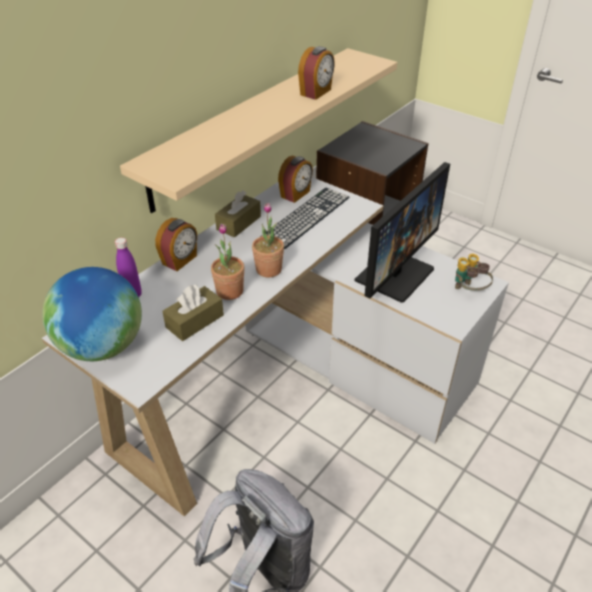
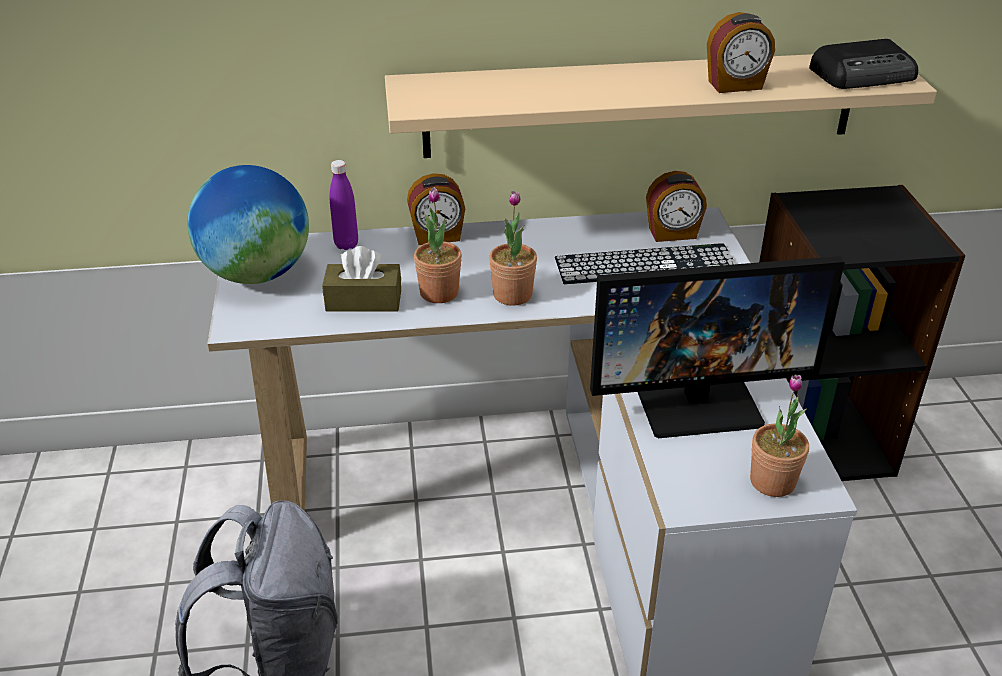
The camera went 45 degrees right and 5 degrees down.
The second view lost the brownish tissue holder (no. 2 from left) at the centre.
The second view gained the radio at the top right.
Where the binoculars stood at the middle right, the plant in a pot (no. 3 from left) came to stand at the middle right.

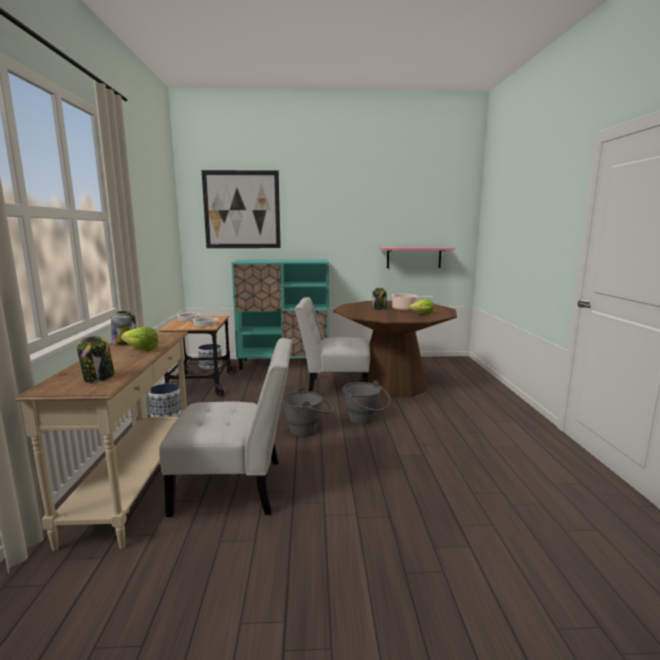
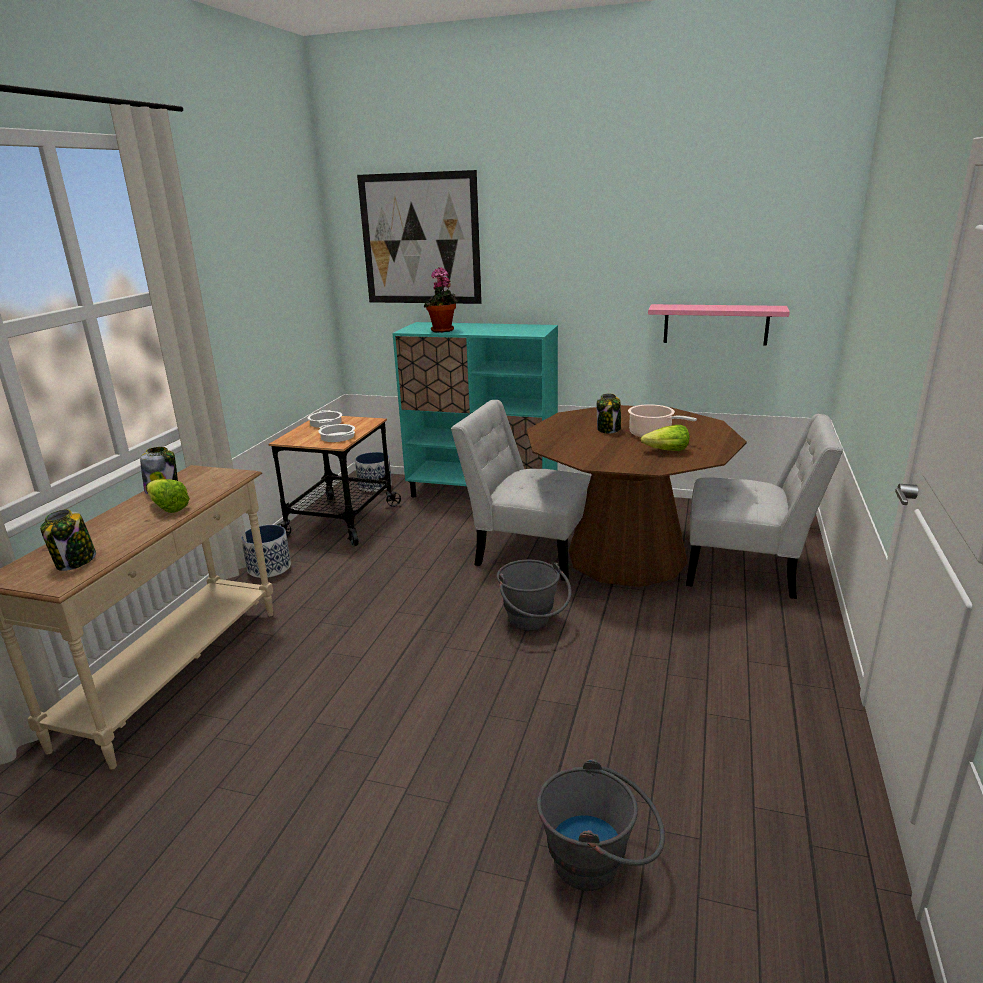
The camera went 20 degrees right and 10 degrees up.
The second view gained the plant in a pot at the top centre.
The white-coloured upright chair (no. 1 from left in the first image) ended up elsewhere, having gone from the centre to the middle right.
The grey pail (no. 1 from left in the first image) ended up elsewhere, having gone from the centre to the bottom centre.

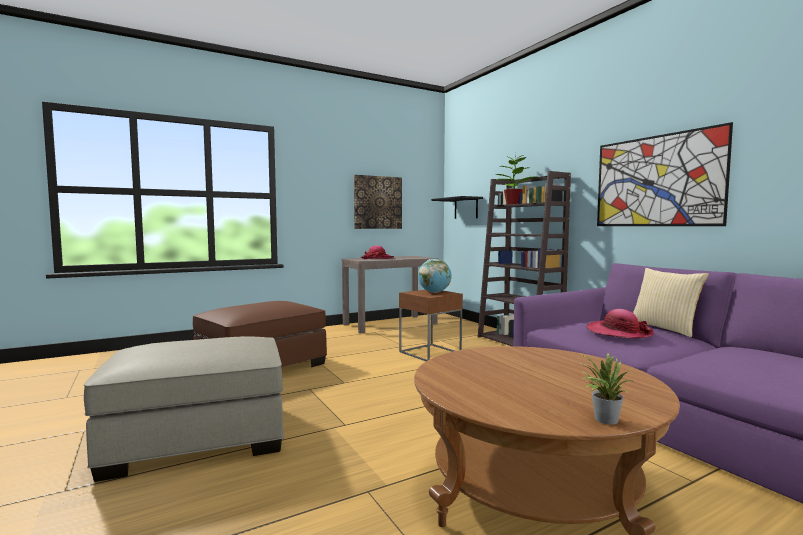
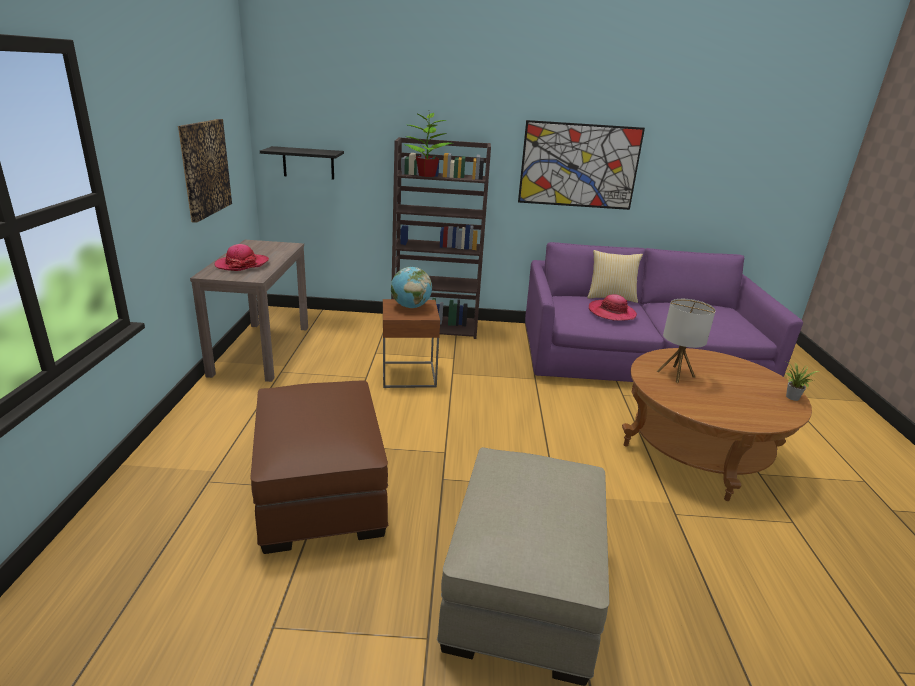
The camera went 60 degrees left and 20 degrees up.
The second view gained the tabletop lamp at the middle right.

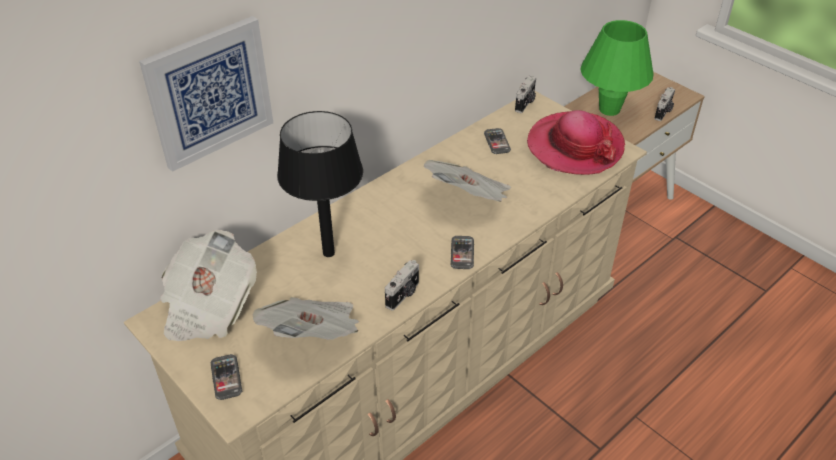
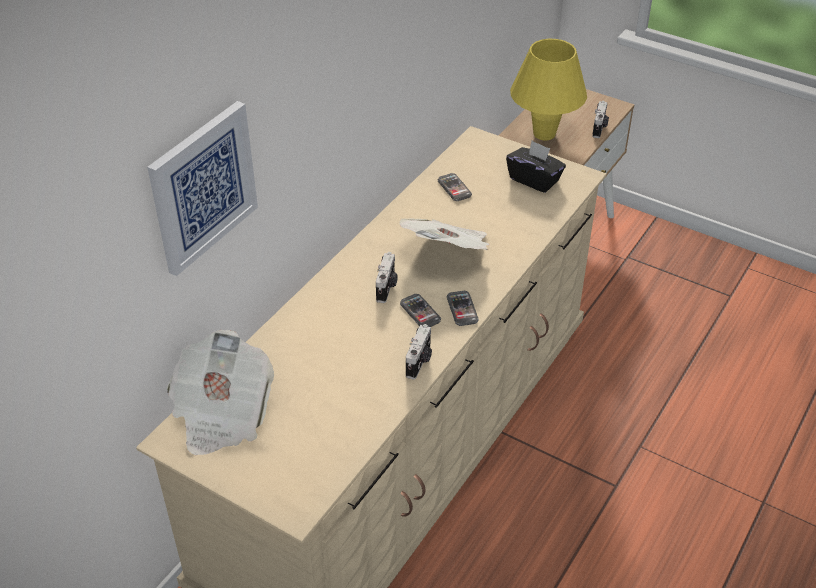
The camera went 15 degrees left and 0 degrees up.
The second view lost the daily paper (no. 2 from left) at the bottom centre.
The second view lost the black-coloured tabletop lamp at the centre.
The handset (no. 1 from left) ended up elsewhere, having gone from the bottom left to the centre.
The photo camera (no. 2 from left in the first image) ended up elsewhere, having gone from the top centre to the centre.
Where the clothing hat stood at the top right, the black-coloured tissue holder came to stand at the top centre.
What was the greenish tabletop lamp at the top right turned into the yellow tabletop lamp at the top right.

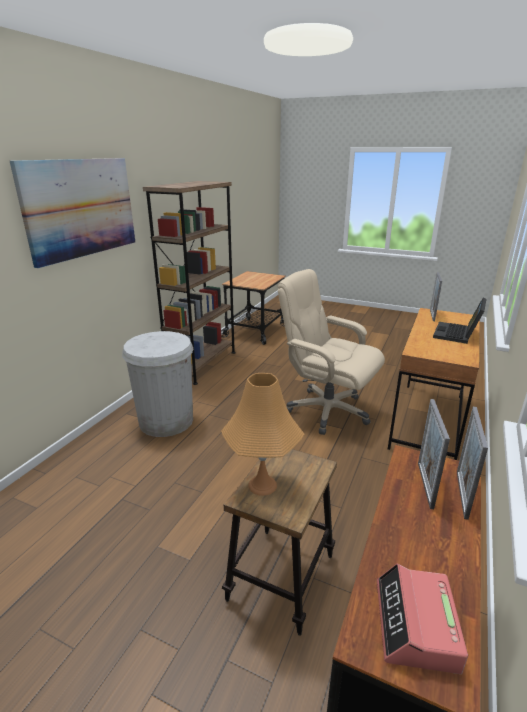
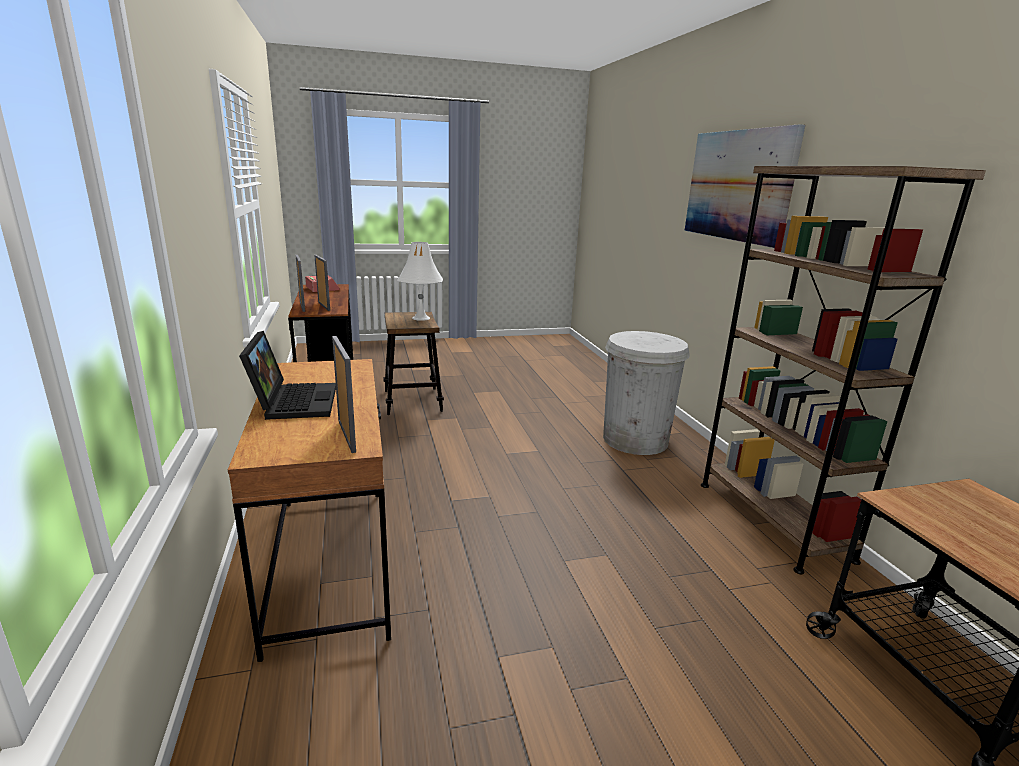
The camera went 140 degrees right and 5 degrees down.
The second view lost the beige desk chair at the centre.
What was the orange-coloured tabletop lamp at the centre turned into the white-coloured tabletop lamp at the centre.

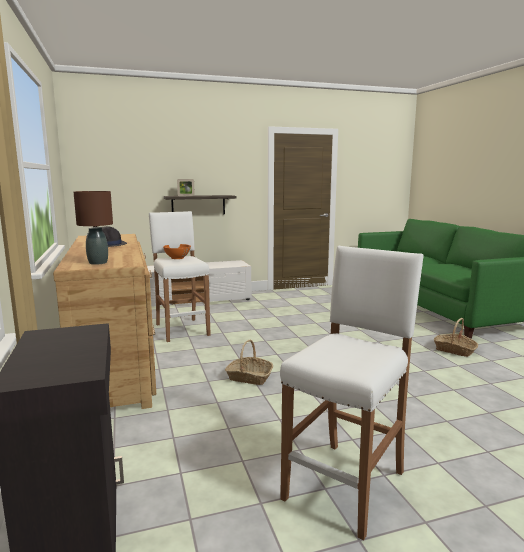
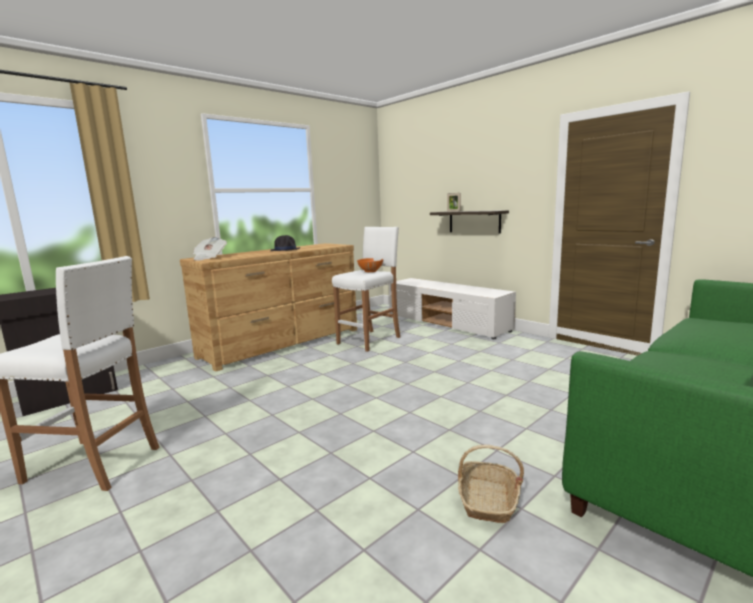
The camera went 65 degrees right and 0 degrees up.
The second view lost the storage basket (no. 1 from left) at the centre.
Where the brownish tabletop lamp stood at the middle left, the daily paper came to stand at the middle left.

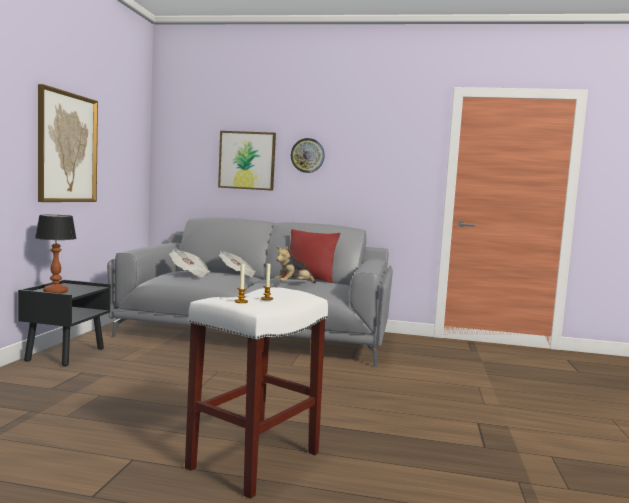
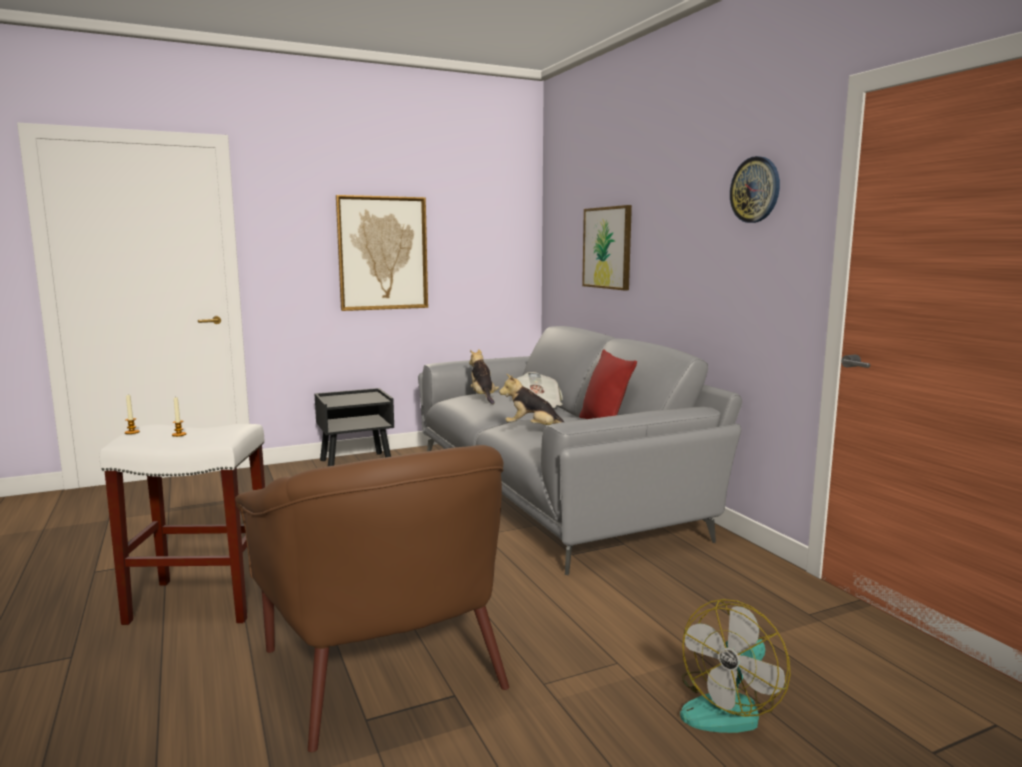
The camera went 55 degrees right and 5 degrees up.
The second view lost the tabletop lamp at the middle left.
The second view gained the brownish lounge chair at the bottom centre.
The second view gained the cooling fan at the bottom right.
The hanging clock ended up elsewhere, having gone from the top centre to the top right.
Where the daily paper (no. 1 from left) stood at the middle left, the soft toy (no. 1 from left) came to stand at the centre.

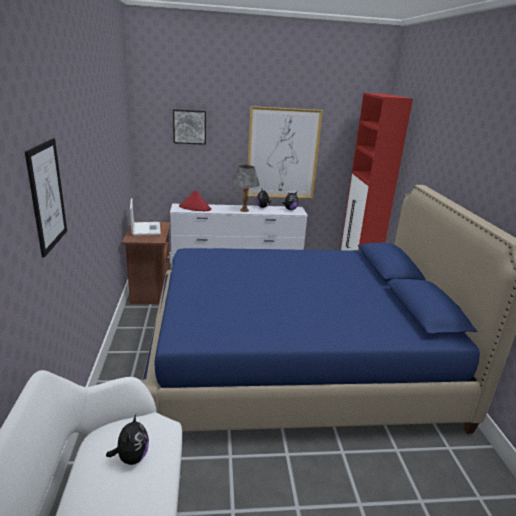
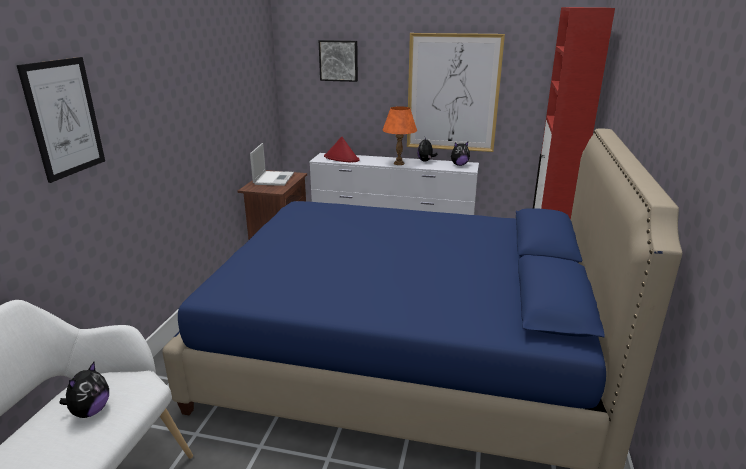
The camera went 20 degrees right and 0 degrees up.
What was the grey tabletop lamp at the centre turned into the orange-coloured tabletop lamp at the top centre.

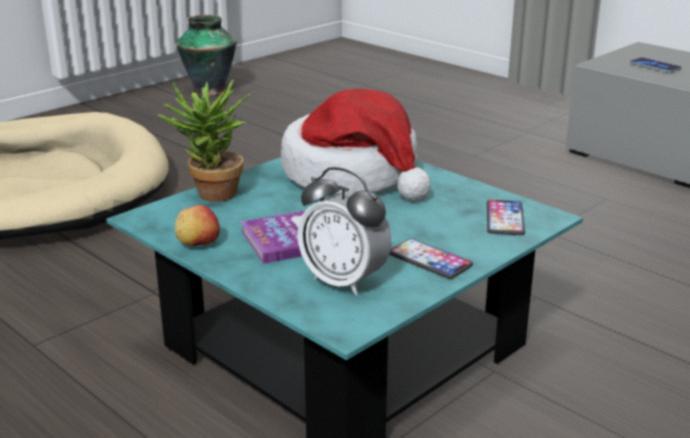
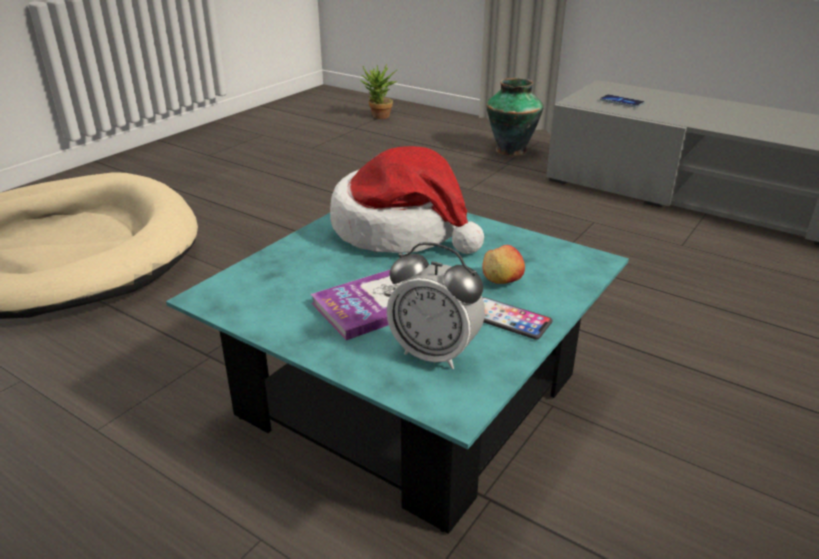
The camera went 10 degrees left and 5 degrees up.
The second view lost the handset (no. 2 from left) at the middle right.
The plant in a pot ended up elsewhere, having gone from the top left to the top centre.
The apple ended up elsewhere, having gone from the middle left to the centre.
The decorative vase ended up elsewhere, having gone from the top left to the top centre.

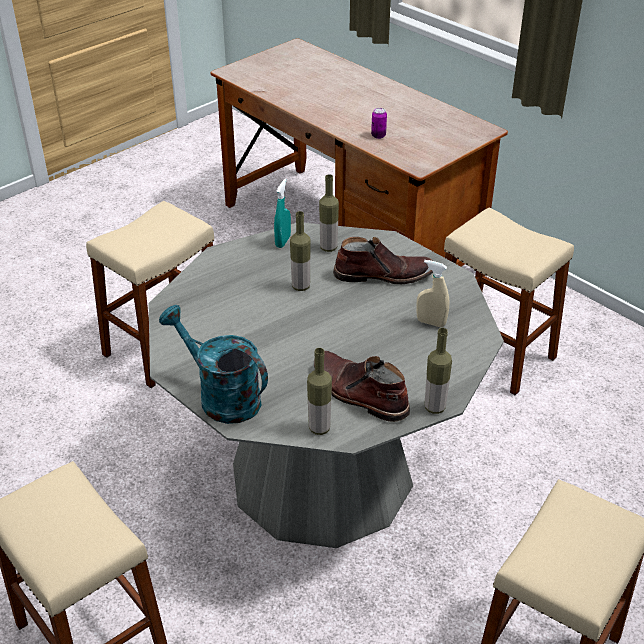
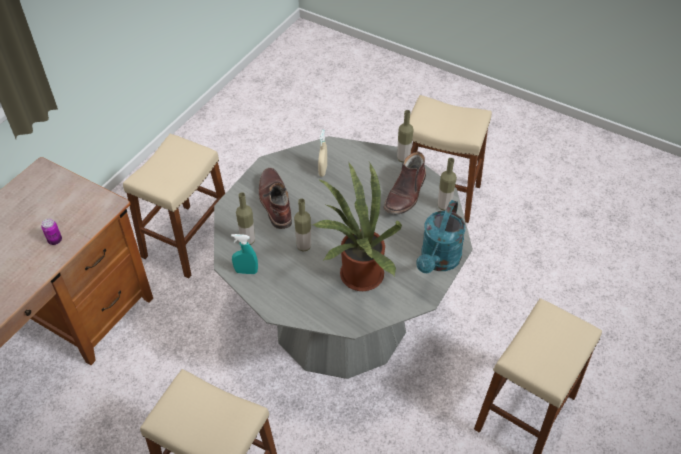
The camera went 105 degrees left and 10 degrees up.
The second view gained the plant in a pot at the centre.

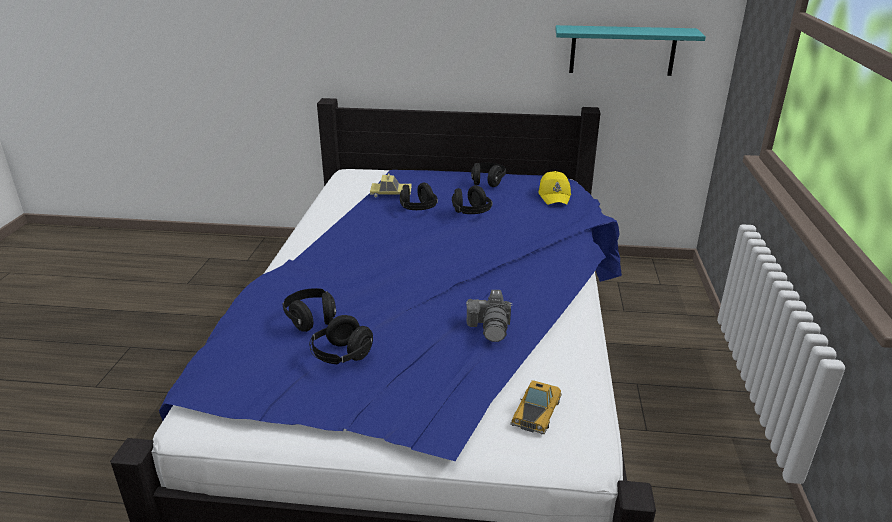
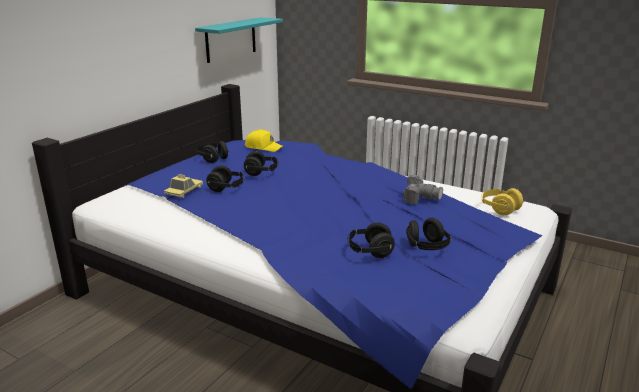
The camera went 65 degrees left and 5 degrees down.
Where the toy car (no. 2 from left) stood at the bottom centre, the yellow headset came to stand at the middle right.

